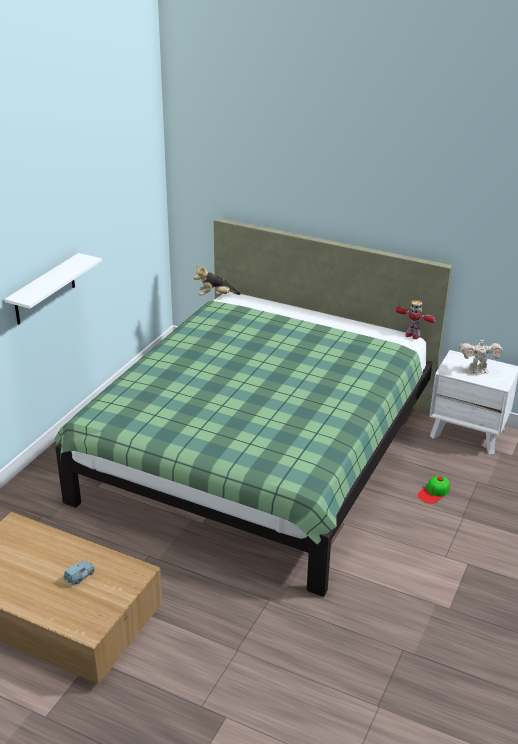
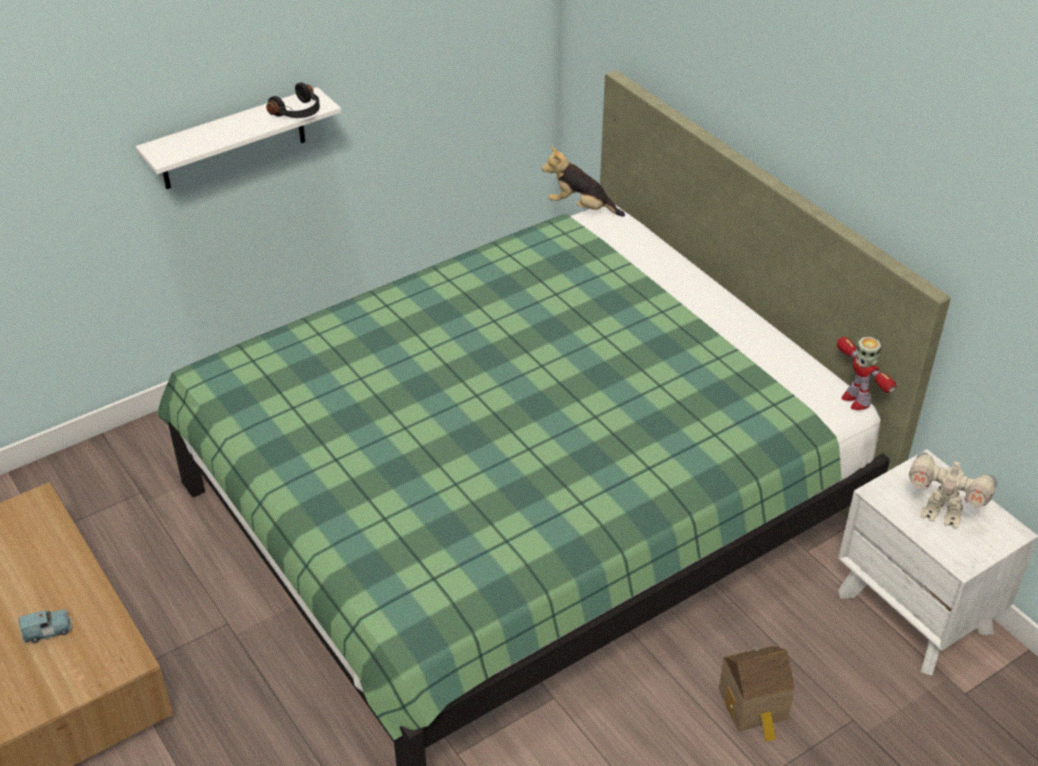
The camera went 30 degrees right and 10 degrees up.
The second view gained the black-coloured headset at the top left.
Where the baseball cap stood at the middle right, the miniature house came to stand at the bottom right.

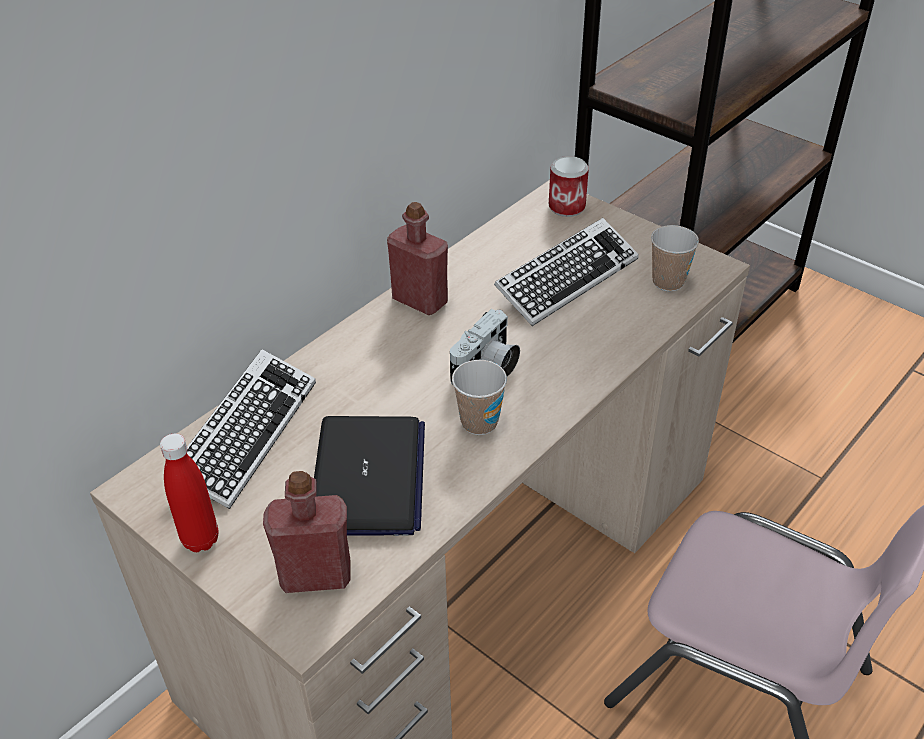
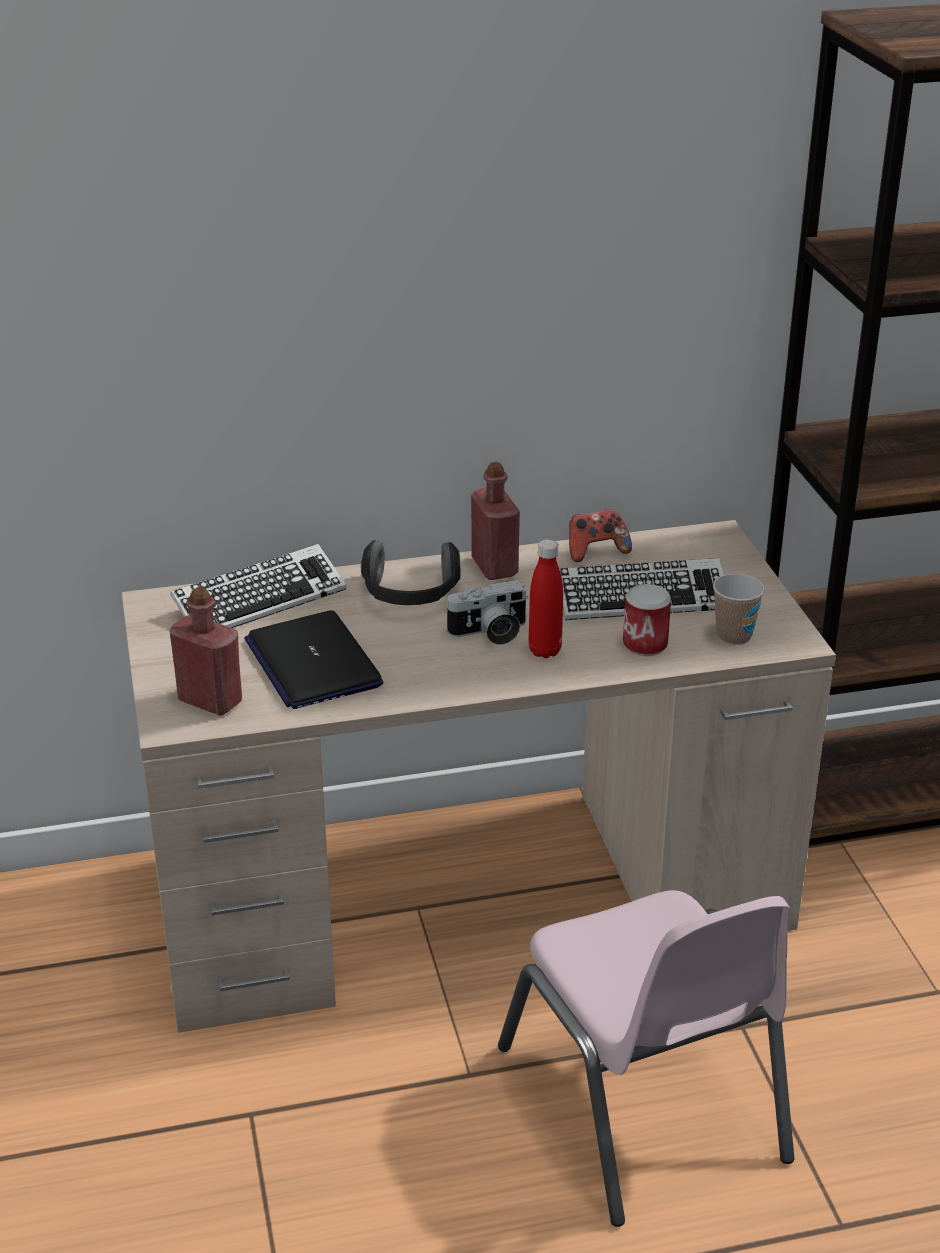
The camera went 35 degrees right and 10 degrees down.
The second view lost the drinking cup (no. 1 from left) at the centre.
The second view gained the headset at the centre.
The second view gained the gamepad at the centre.
The red-coloured bottle (no. 1 from left in the first image) ended up elsewhere, having gone from the bottom left to the centre.
The can ended up elsewhere, having gone from the top centre to the middle right.
The laptop at the centre ended up facing another way, 120 degrees clockwise from before.

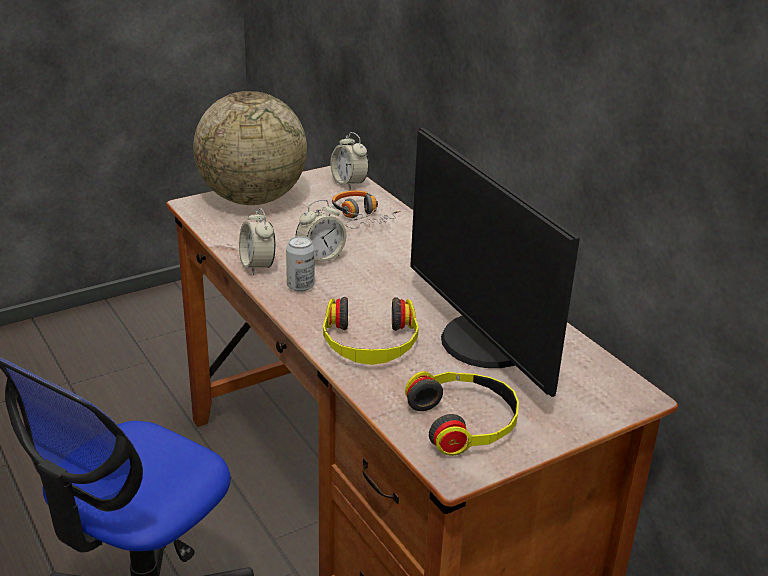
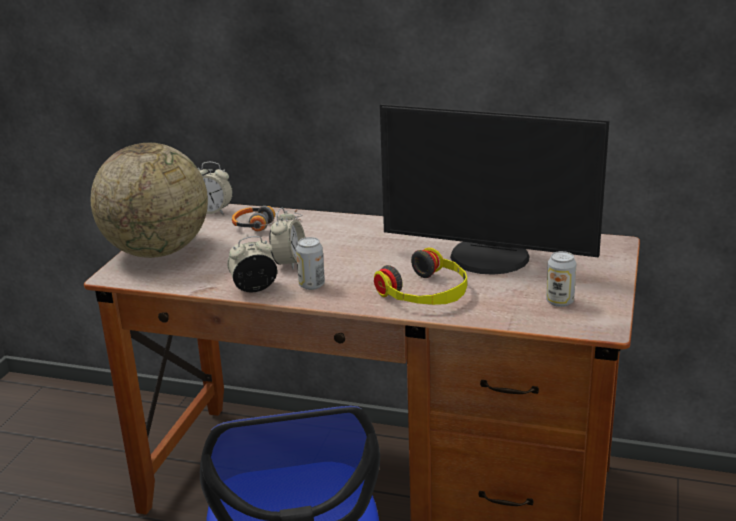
The camera went 40 degrees left and 5 degrees down.
Where the headset (no. 3 from left) stood at the bottom centre, the can (no. 2 from left) came to stand at the middle right.
The table clock (no. 1 from left in the first image) at the centre ended up facing another way, 135 degrees clockwise from before.

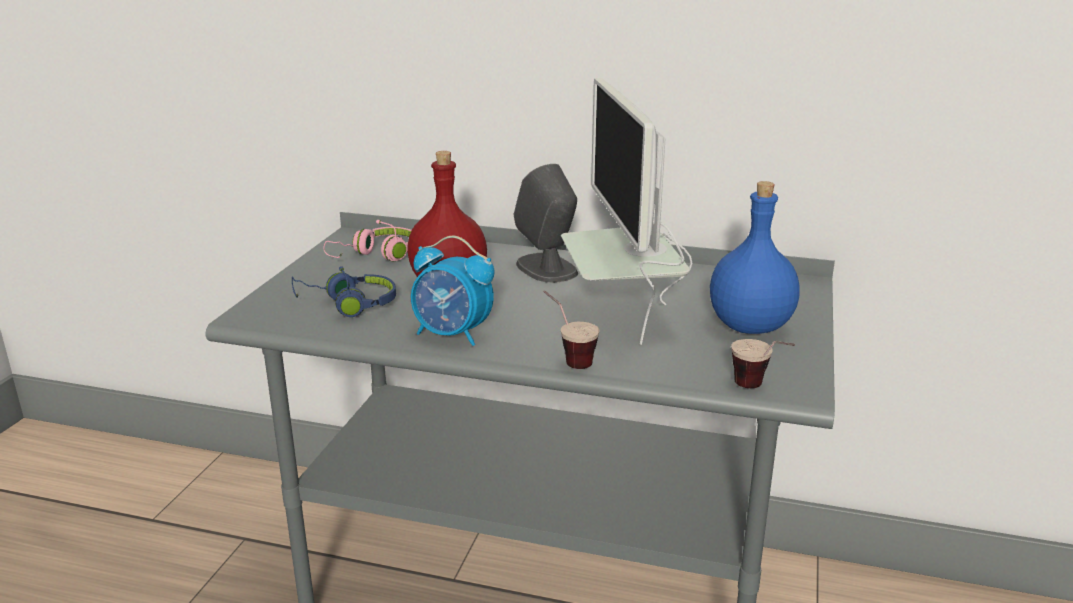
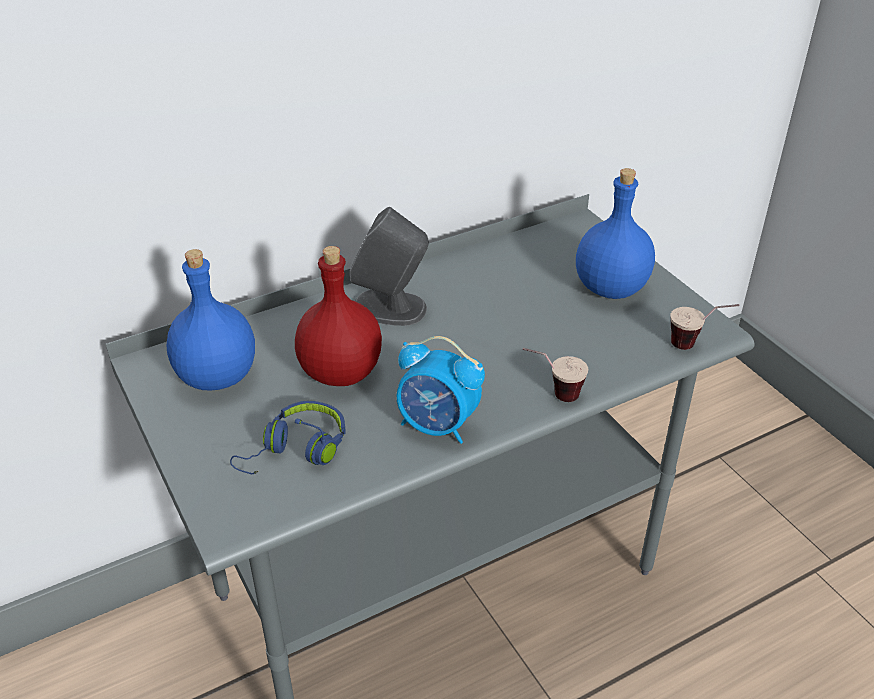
The camera went 45 degrees left and 15 degrees up.
The second view lost the computer screen at the centre.
Where the pink headset stood at the centre, the blue-coloured bottle (no. 1 from left) came to stand at the middle left.
The table clock at the centre ended up facing another way, 45 degrees clockwise from before.

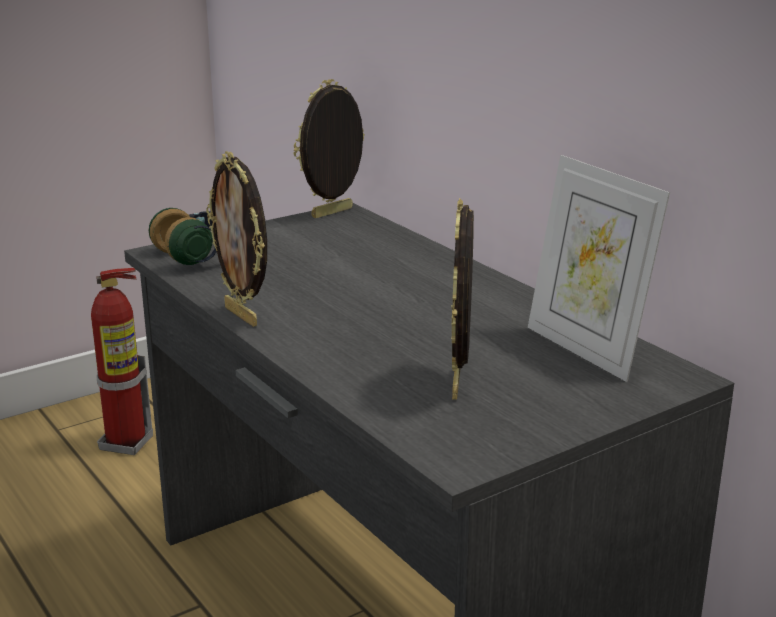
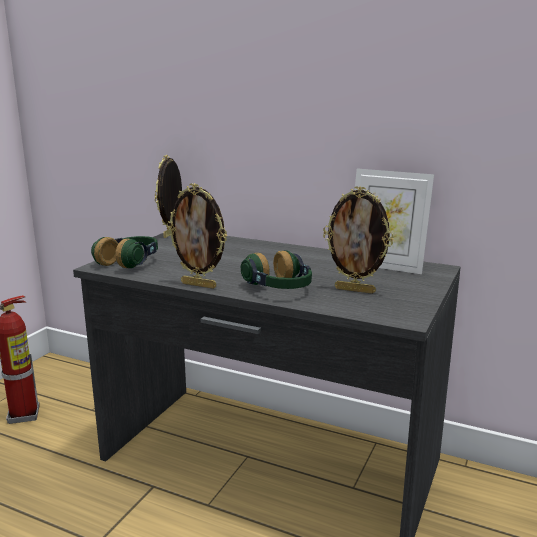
The camera went 30 degrees left and 5 degrees down.
The second view gained the headset (no. 2 from left) at the centre.
The photo frame (no. 3 from left) at the centre ended up facing another way, 45 degrees counterclockwise from before.

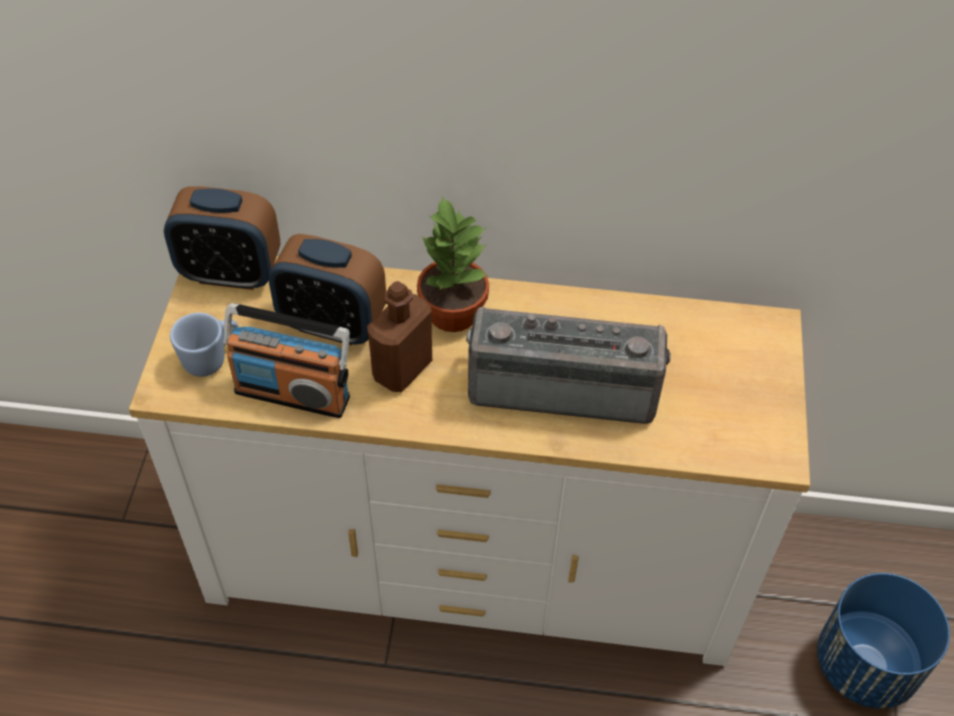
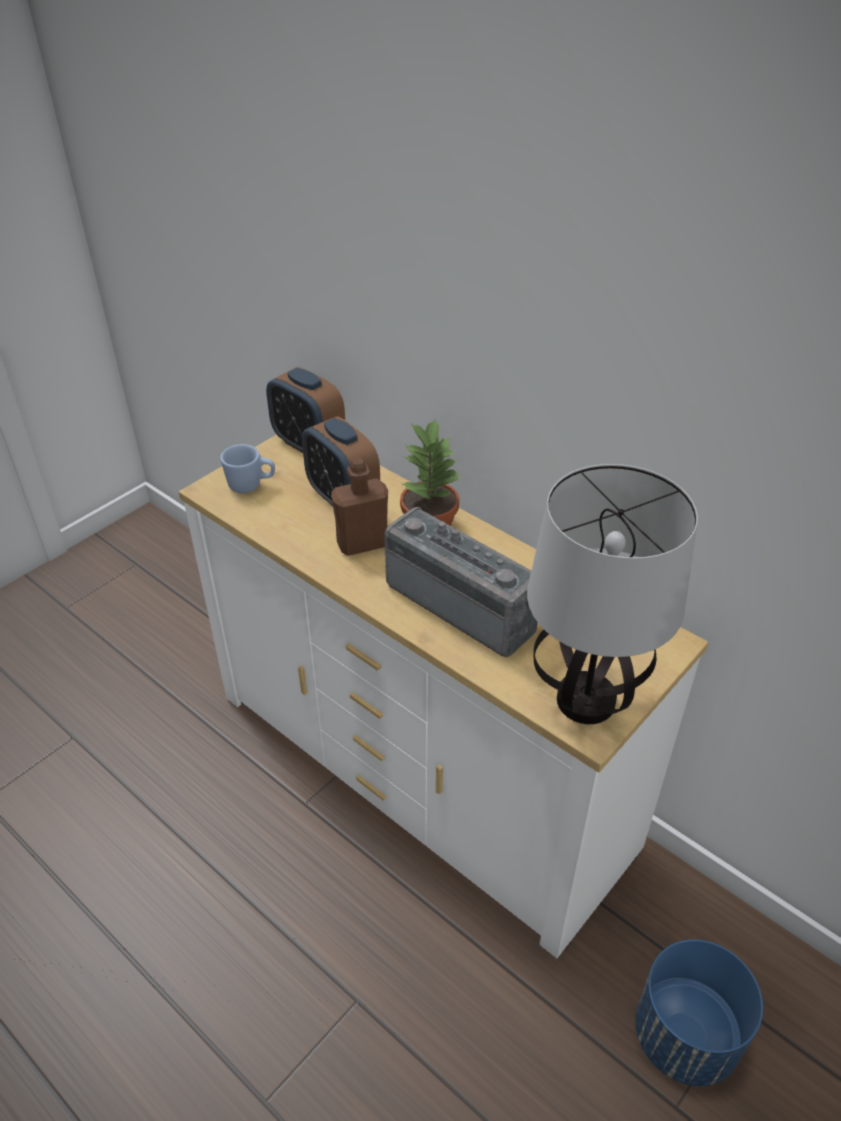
The camera went 35 degrees right and 10 degrees down.
The second view lost the radio (no. 1 from left) at the middle left.
The second view gained the tabletop lamp at the middle right.

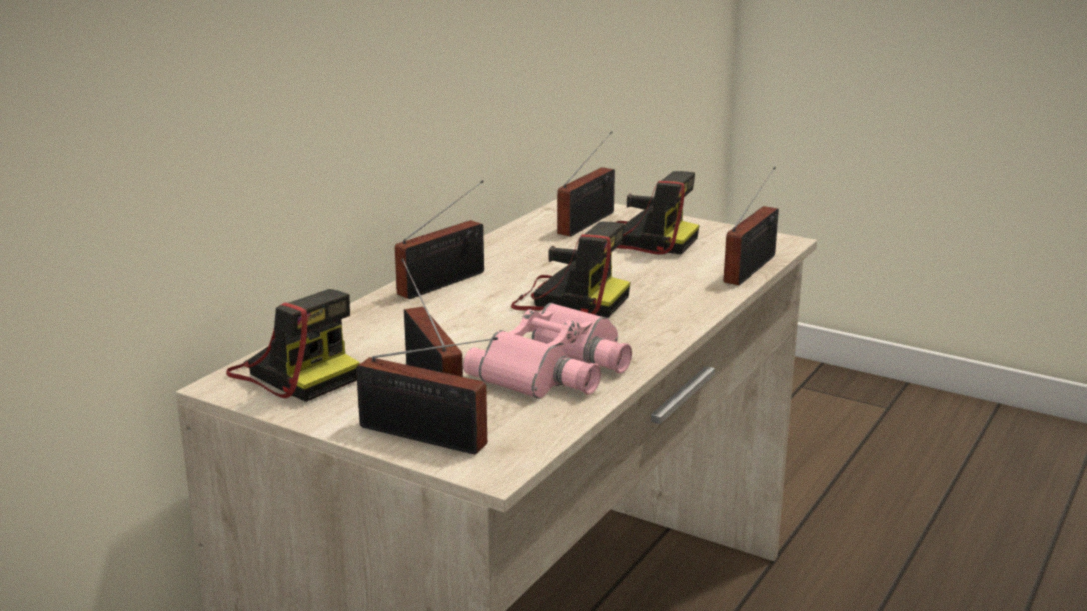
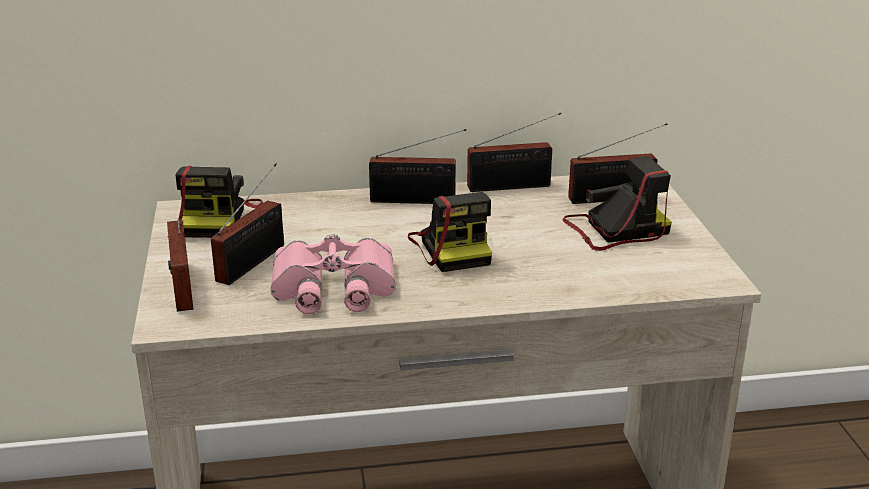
The camera went 50 degrees right and 5 degrees up.
The radio (no. 5 from left in the first image) ended up elsewhere, having gone from the middle right to the top centre.
The photo camera (no. 3 from left) at the centre ended up facing another way, 90 degrees counterclockwise from before.

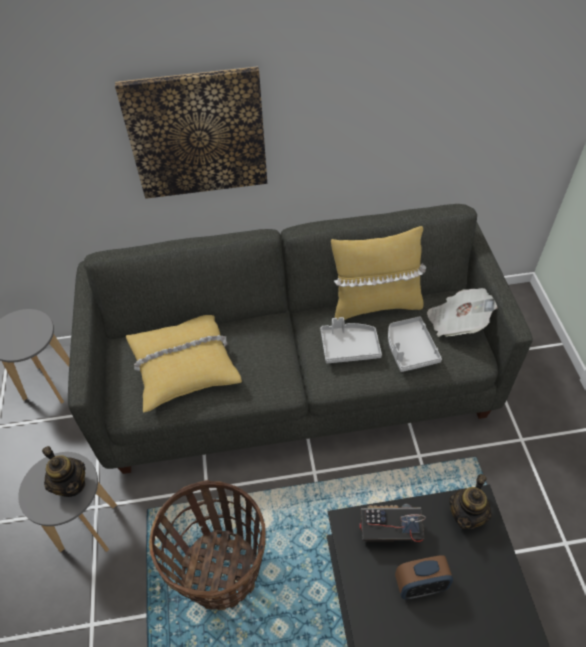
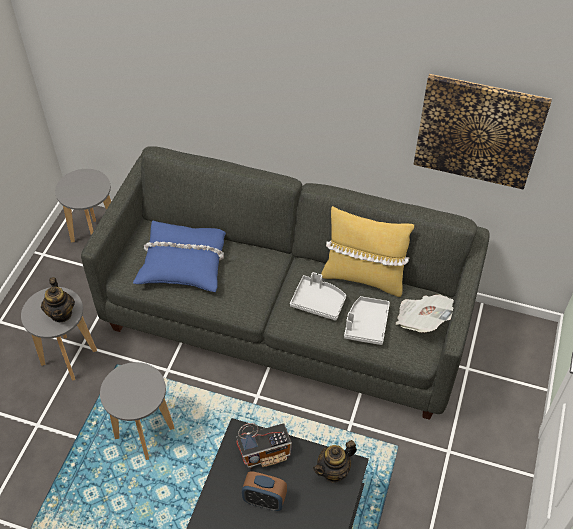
The camera went 25 degrees right and 0 degrees up.
The wall picture ended up elsewhere, having gone from the top left to the top right.
Where the storage basket stood at the bottom centre, the grey stool (no. 3 from left) came to stand at the bottom left.
What was the yellow pillow (no. 1 from left) at the middle left turned into the blue-coloured pillow at the middle left.
The radio at the bottom right ended up facing another way, 135 degrees clockwise from before.

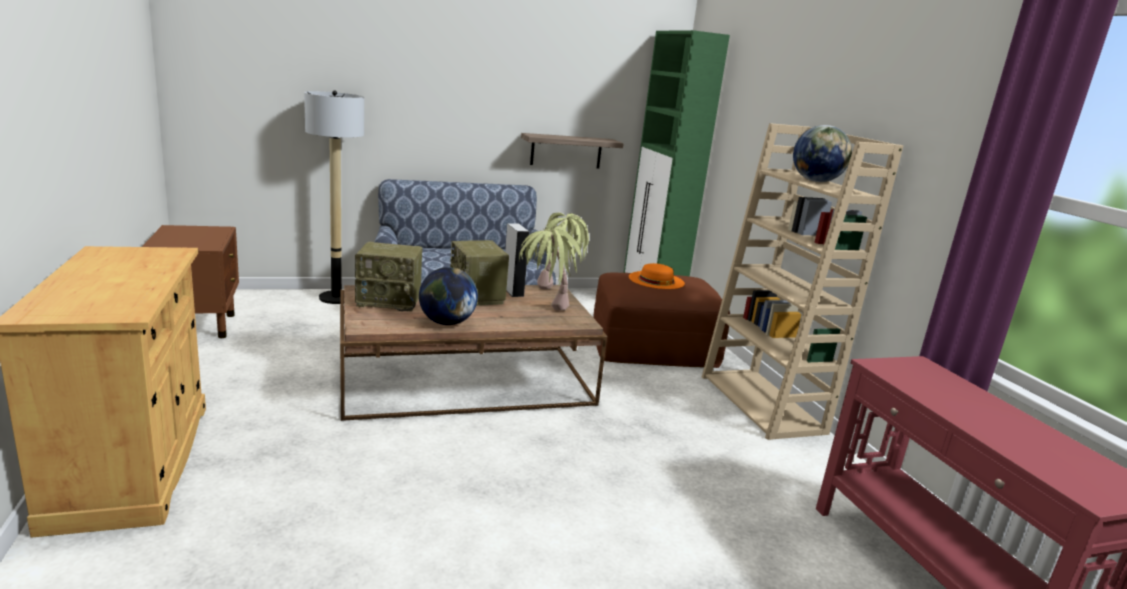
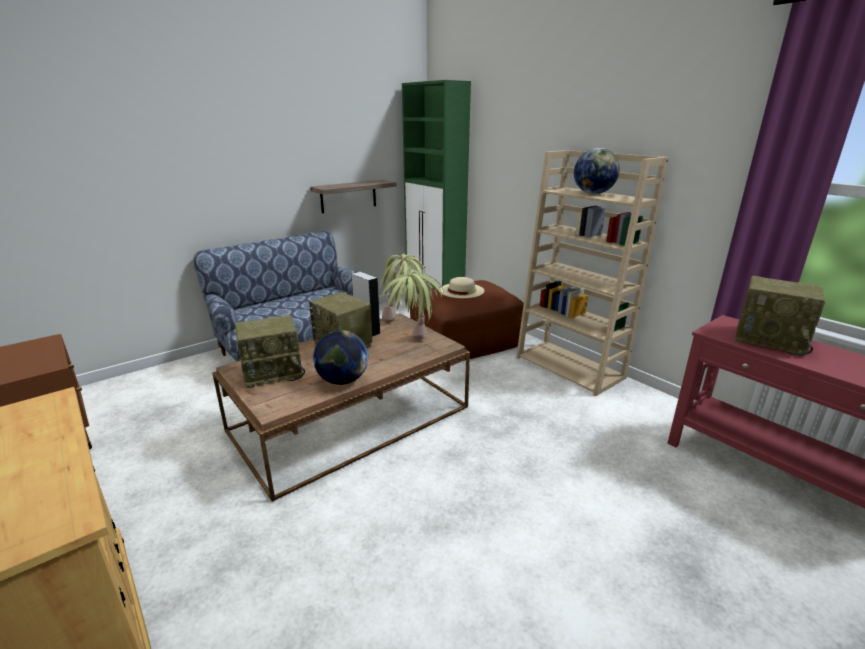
The camera went 20 degrees left and 5 degrees up.
The second view lost the standing lamp at the middle left.
The second view gained the radio (no. 3 from left) at the middle right.
What was the orange-coloured clothing hat at the centre turned into the beige clothing hat at the centre.

